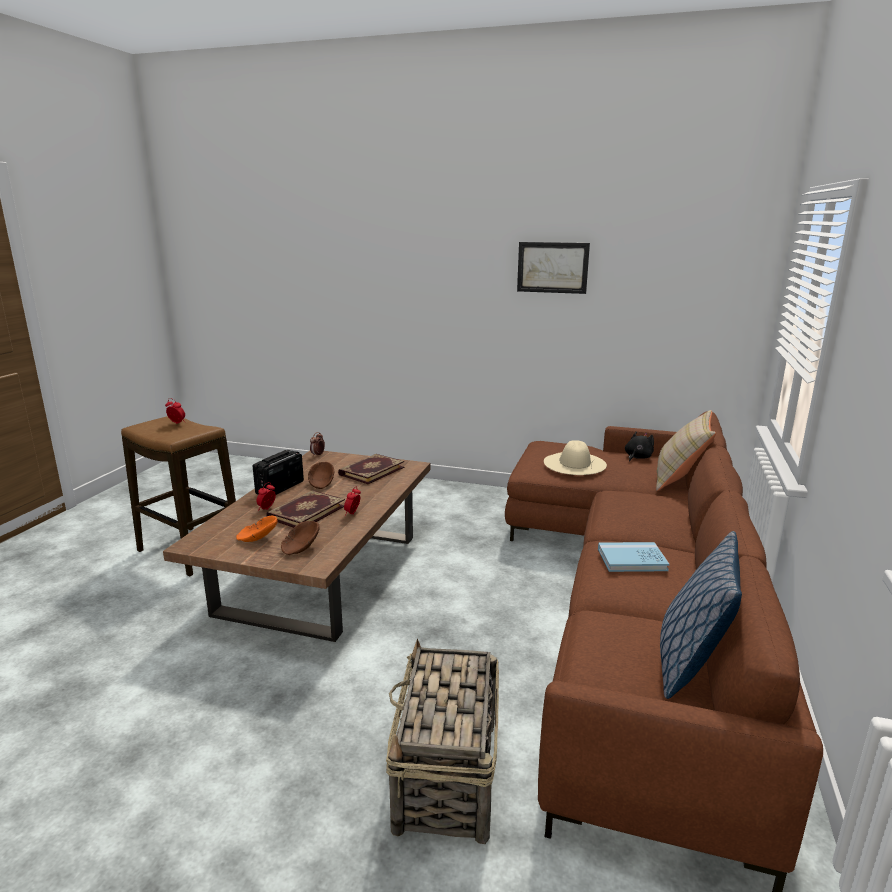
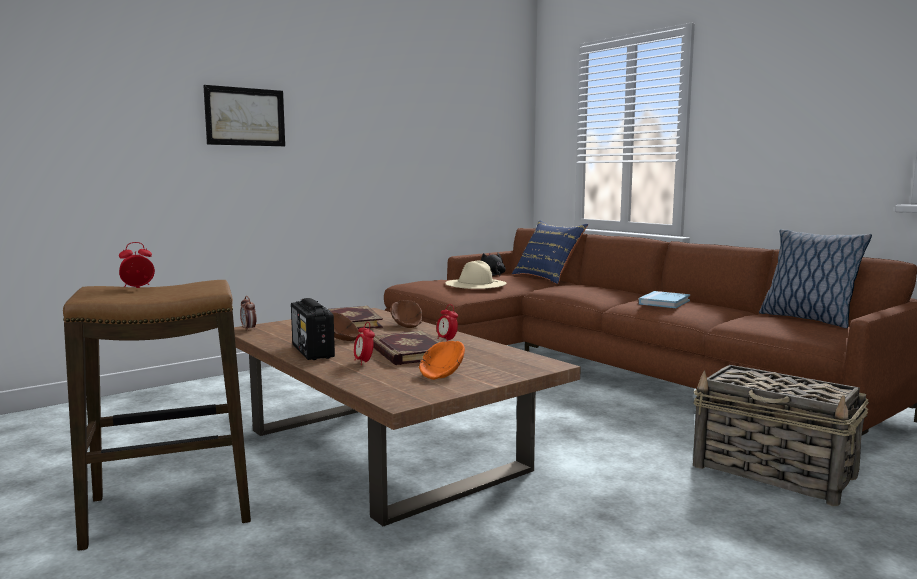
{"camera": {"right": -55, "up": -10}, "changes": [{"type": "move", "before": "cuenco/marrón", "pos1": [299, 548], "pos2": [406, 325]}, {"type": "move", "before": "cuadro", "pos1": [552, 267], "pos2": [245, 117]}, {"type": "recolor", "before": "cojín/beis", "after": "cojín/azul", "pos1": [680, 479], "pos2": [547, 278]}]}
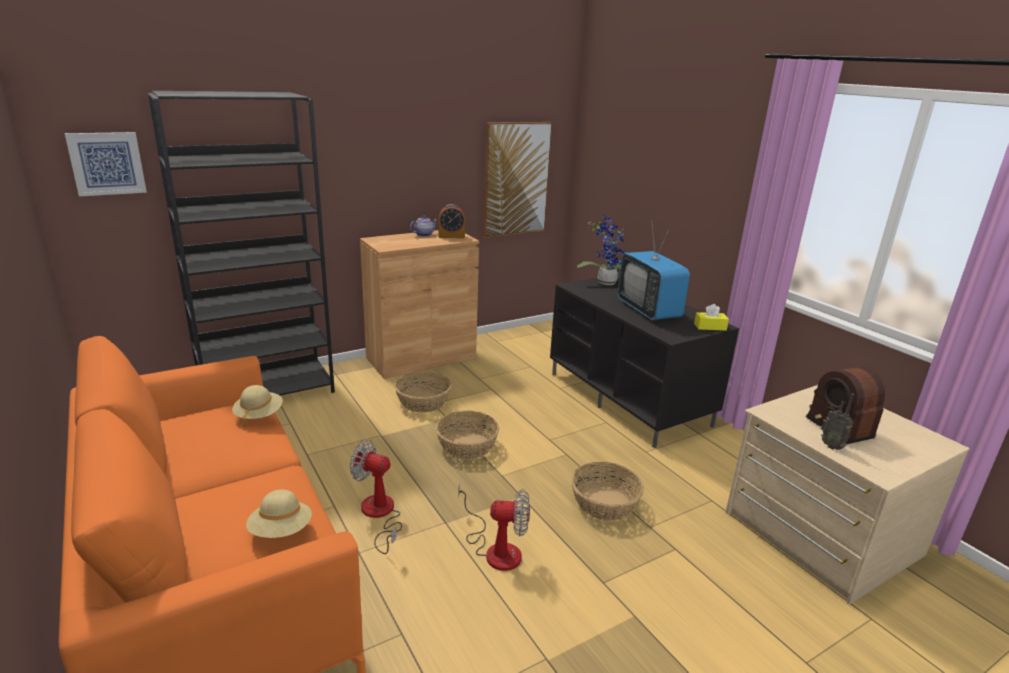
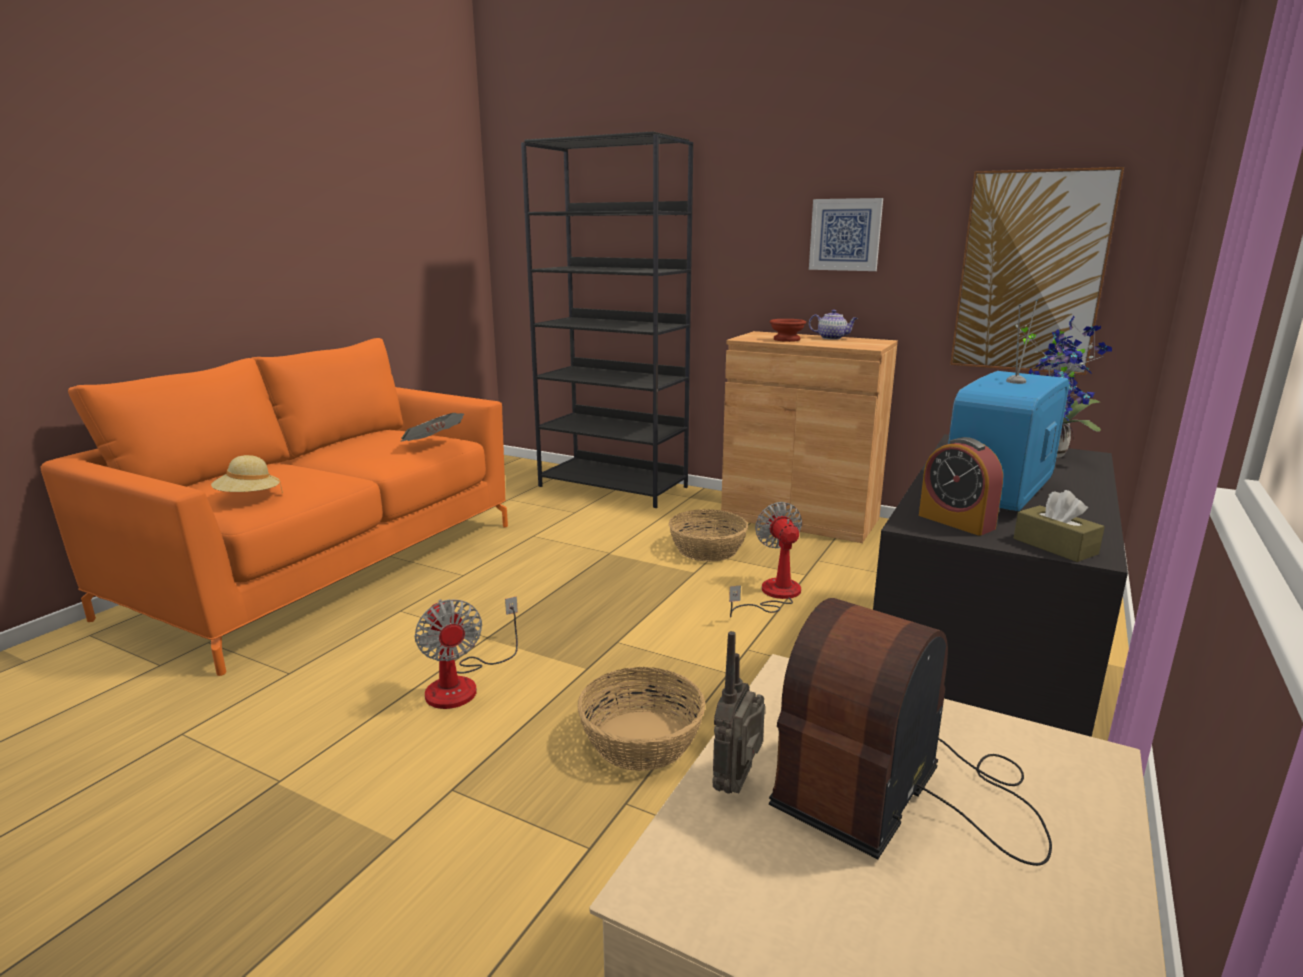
{"camera": {"right": 60, "up": -5}, "changes": [{"type": "move", "before": "cuadro", "pos1": [107, 163], "pos2": [845, 235]}, {"type": "replace", "before": "sombrero/beis", "after": "periódico", "pos1": [258, 415], "pos2": [433, 444]}, {"type": "move", "before": "ventilador", "pos1": [379, 515], "pos2": [773, 595]}, {"type": "delete", "before": "cesta", "pos1": [467, 446]}, {"type": "move", "before": "despertador", "pos1": [451, 236], "pos2": [956, 522]}, {"type": "recolor", "before": "caja de pañuelos/amarillo", "after": "caja de pañuelos/marrón", "pos1": [710, 327], "pos2": [1055, 546]}, {"type": "insert", "after": "cuenco/marrón", "pos2": [786, 339]}]}
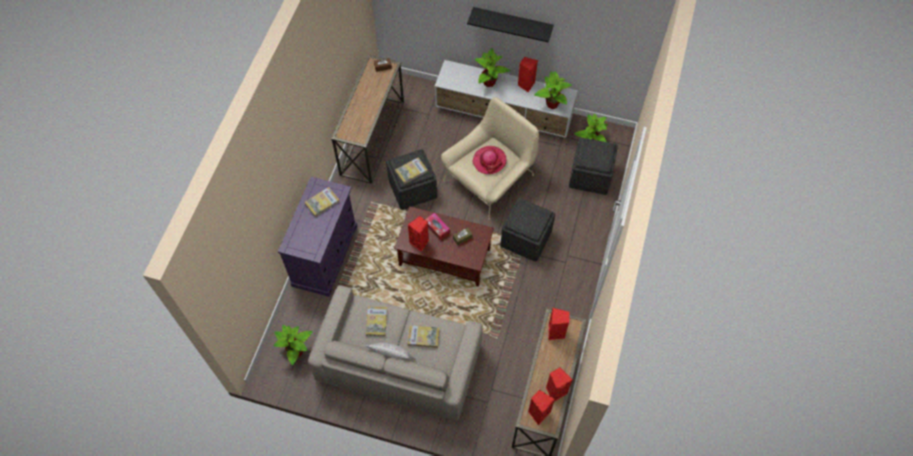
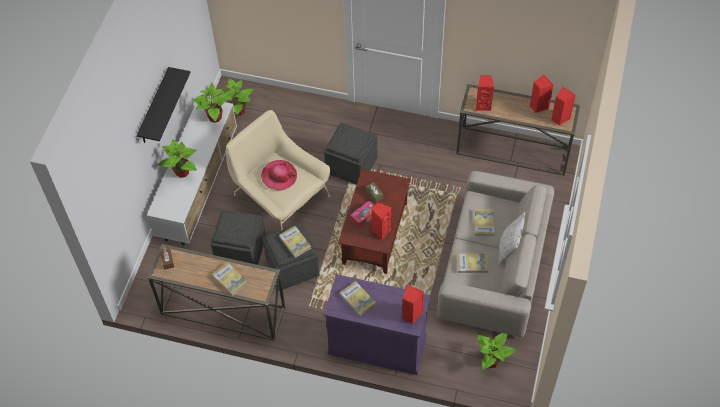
{"camera": {"right": -90, "up": -5}, "changes": [{"type": "move", "before": "altavoz/rojo", "pos1": [526, 84], "pos2": [411, 314]}, {"type": "move", "before": "puf/gris", "pos1": [590, 176], "pos2": [241, 250]}, {"type": "insert", "after": "libro", "pos2": [230, 280]}]}
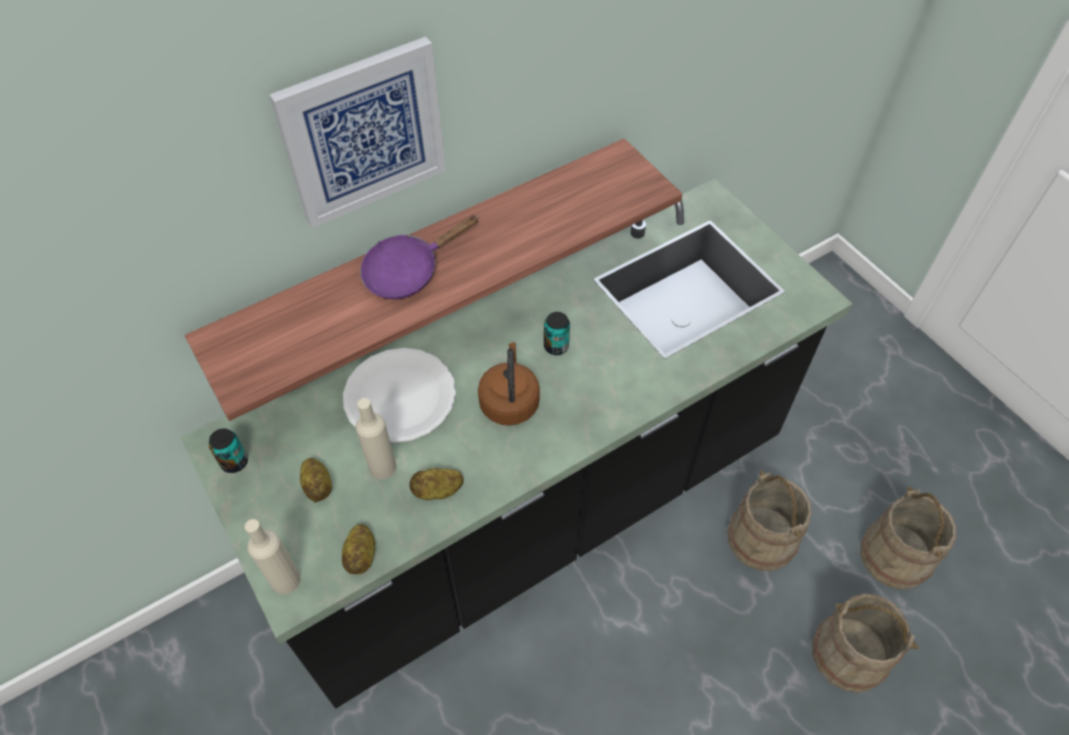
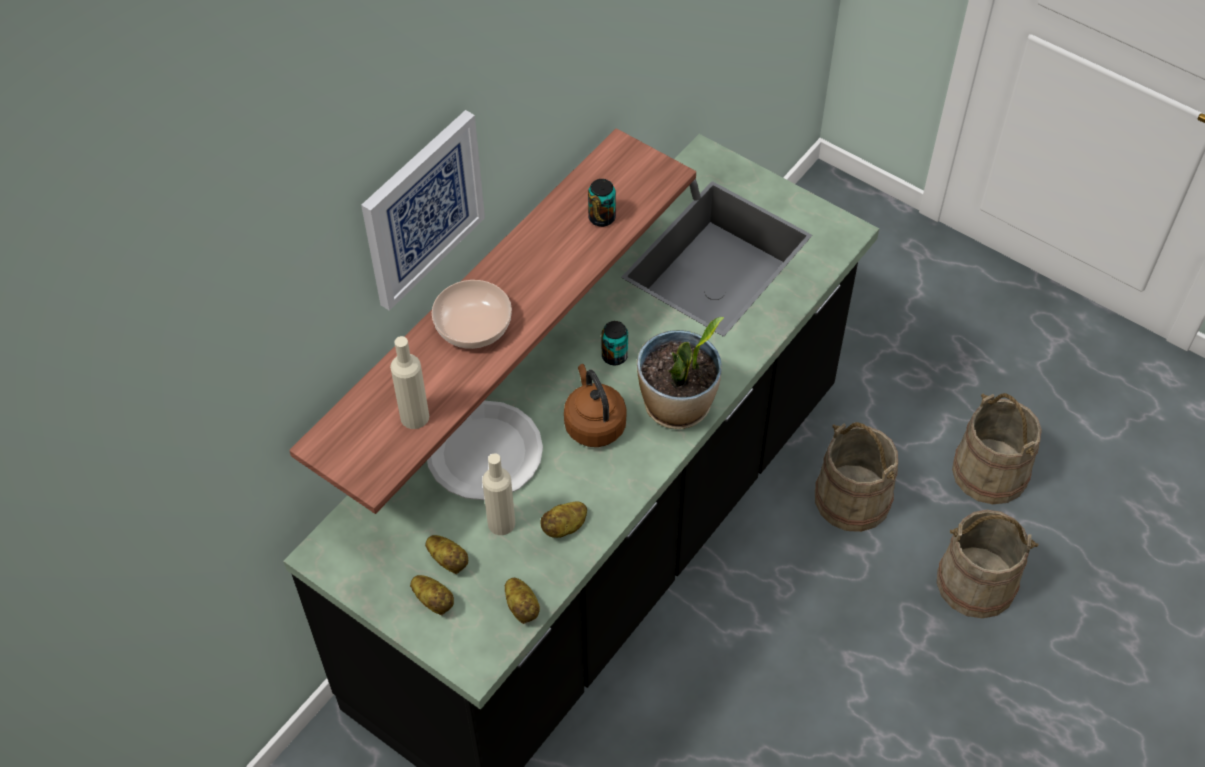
{"camera": {"right": -20, "up": 0}, "changes": [{"type": "move", "before": "lata", "pos1": [234, 462], "pos2": [602, 218]}, {"type": "move", "before": "botella/beis", "pos1": [285, 580], "pos2": [414, 417]}, {"type": "replace", "before": "sartén/morado", "after": "cuenco", "pos1": [408, 271], "pos2": [472, 324]}, {"type": "insert", "after": "patata", "pos2": [434, 600]}, {"type": "insert", "after": "planta en maceta", "pos2": [677, 406]}]}
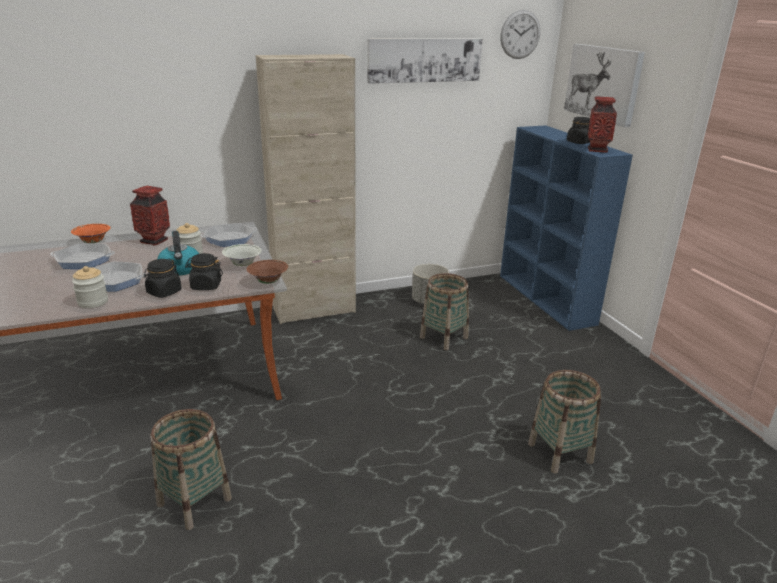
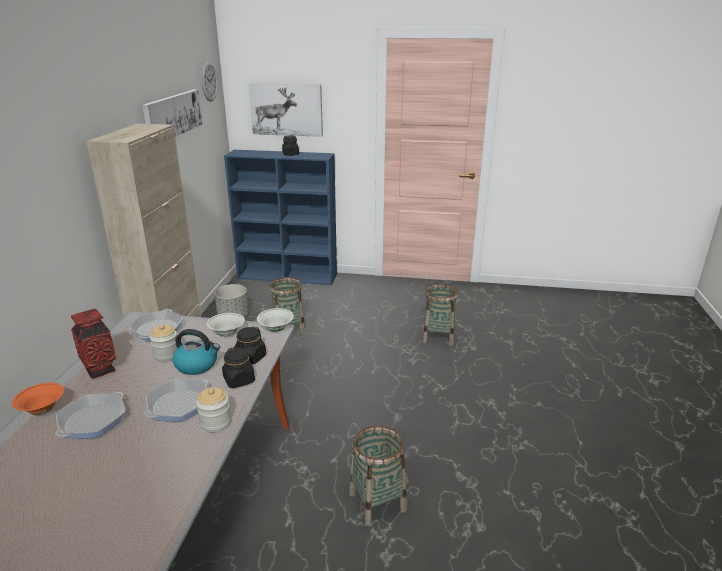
{"camera": {"right": -60, "up": 0}, "changes": [{"type": "recolor", "before": "cuenco/marrón", "after": "cuenco/blanco", "pos1": [268, 282], "pos2": [276, 329]}, {"type": "delete", "before": "florero", "pos1": [597, 150]}]}
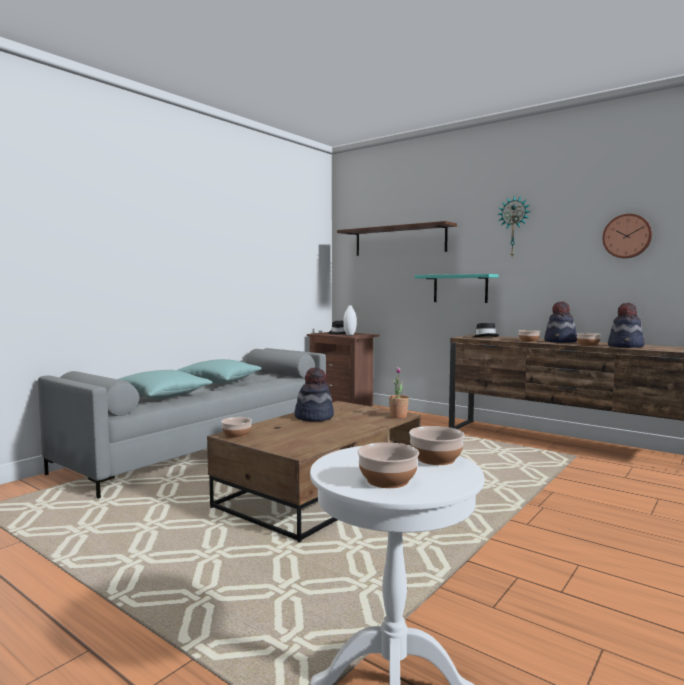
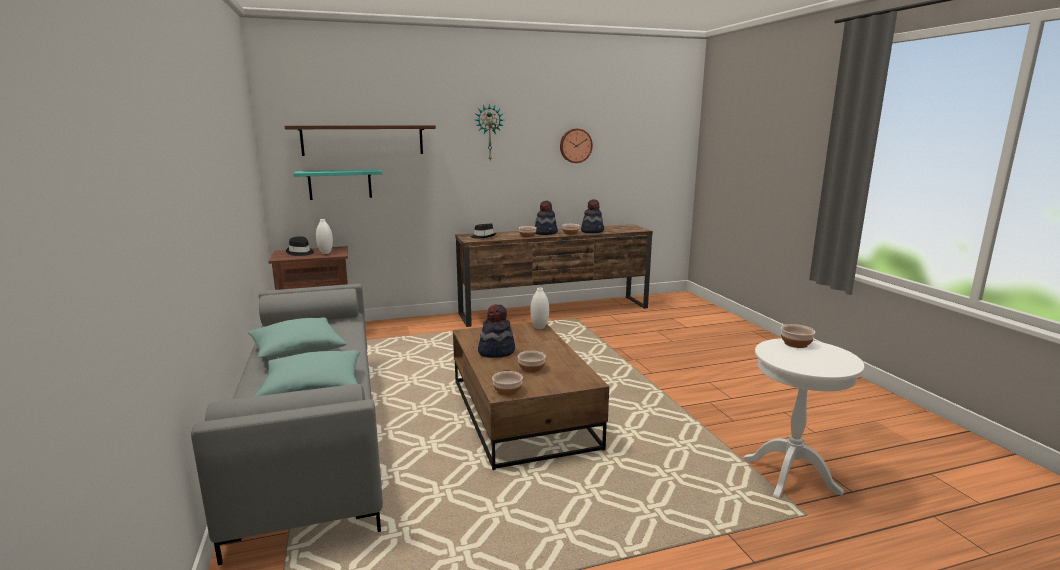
{"camera": {"right": -55, "up": 10}, "changes": [{"type": "move", "before": "cuenco", "pos1": [388, 480], "pos2": [532, 368]}, {"type": "replace", "before": "planta en maceta", "after": "florero/blanco", "pos1": [398, 416], "pos2": [539, 327]}, {"type": "move", "before": "estante/turquesa", "pos1": [460, 288], "pos2": [340, 184]}]}
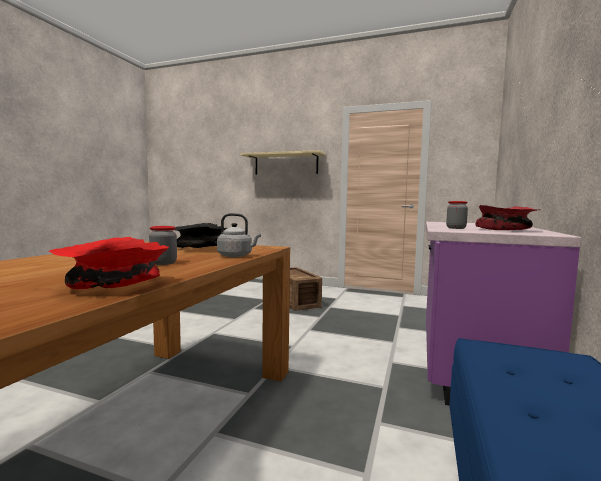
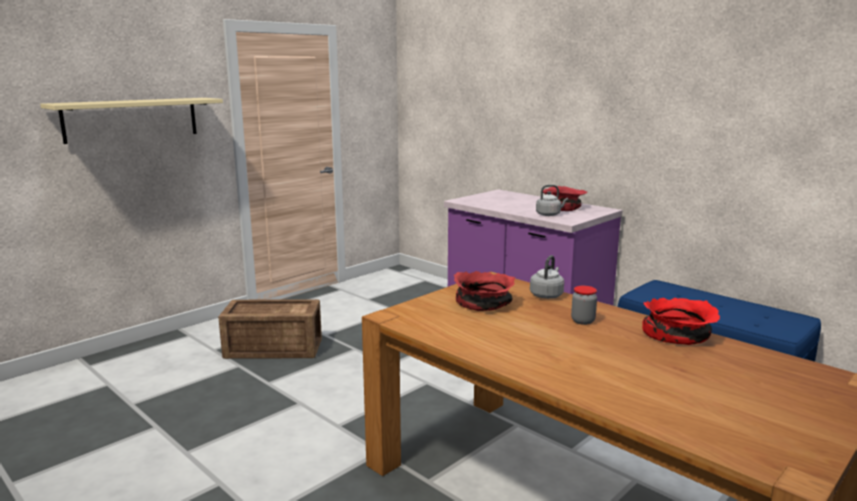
{"camera": {"right": -65, "up": 10}, "changes": [{"type": "recolor", "before": "cuenco/negro", "after": "cuenco/rojo", "pos1": [198, 248], "pos2": [484, 304]}, {"type": "replace", "before": "tarro", "after": "hervidor/gris", "pos1": [456, 228], "pos2": [549, 214]}]}
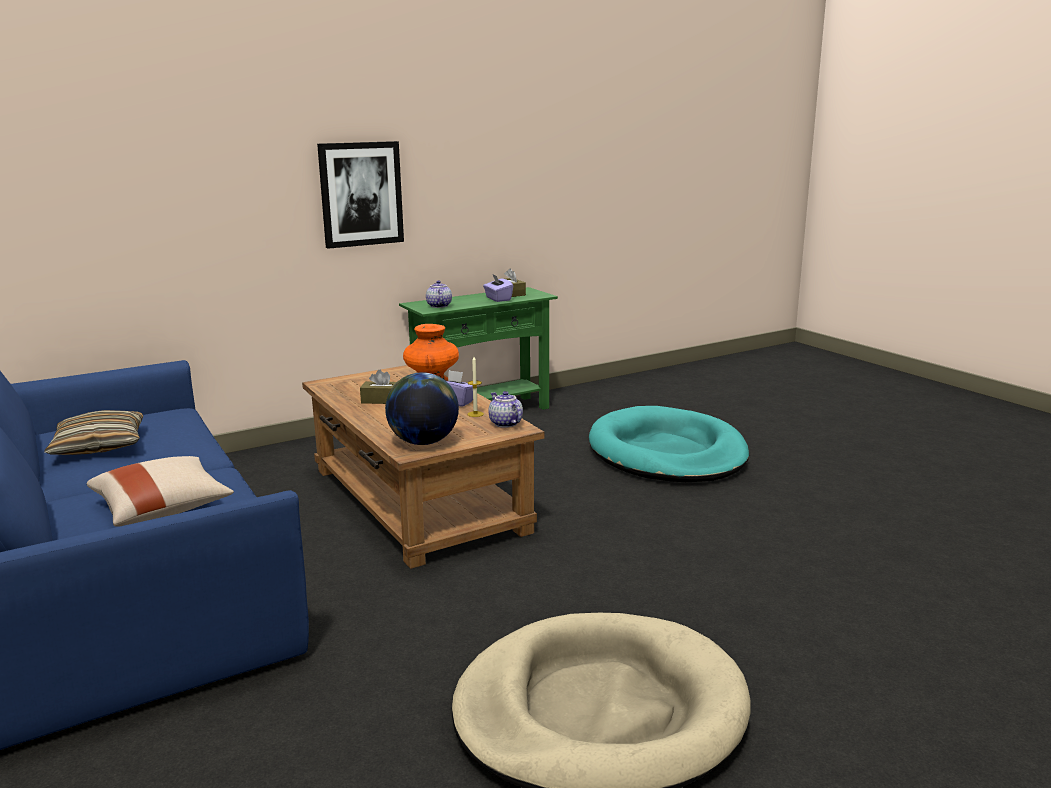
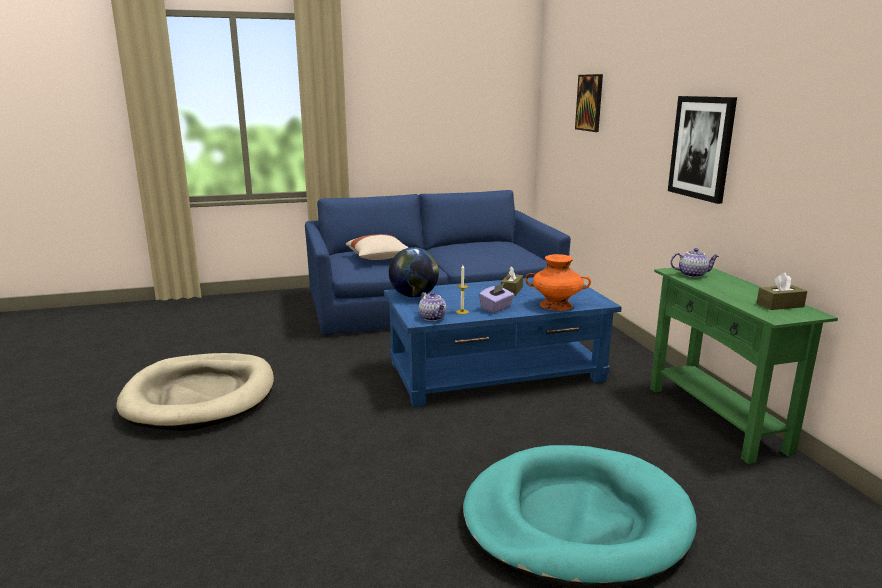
{"camera": {"right": 105, "up": 0}, "changes": [{"type": "delete", "before": "cojín", "pos1": [99, 445]}, {"type": "recolor", "before": "mesa de centro/marrón", "after": "mesa de centro/azul", "pos1": [417, 499], "pos2": [496, 372]}, {"type": "delete", "before": "caja de pañuelos/morado", "pos1": [498, 299]}, {"type": "rotate", "before": "tetera", "pos1": [504, 423], "pos2": [433, 318], "turn": 75}, {"type": "insert", "after": "cuadro", "pos2": [589, 102]}]}
